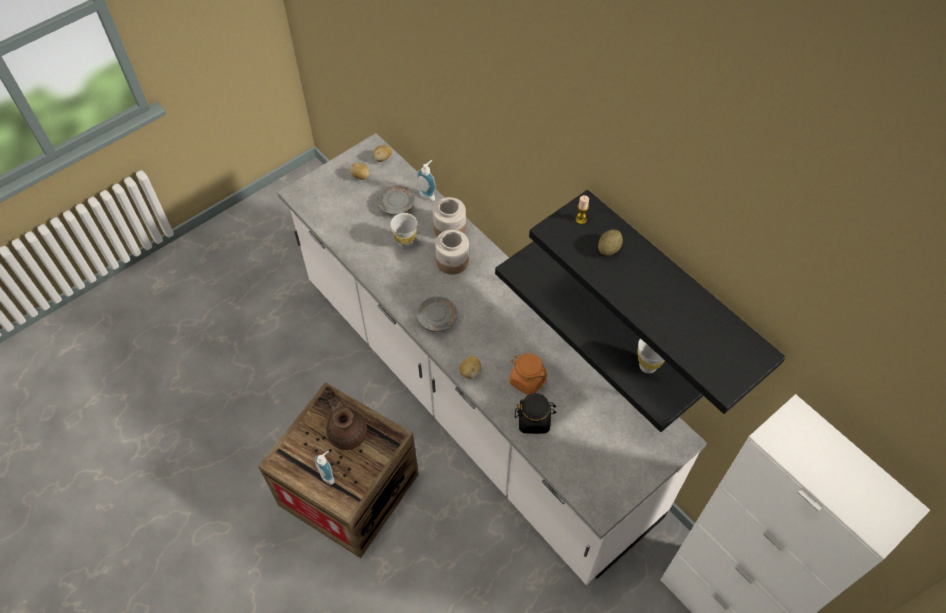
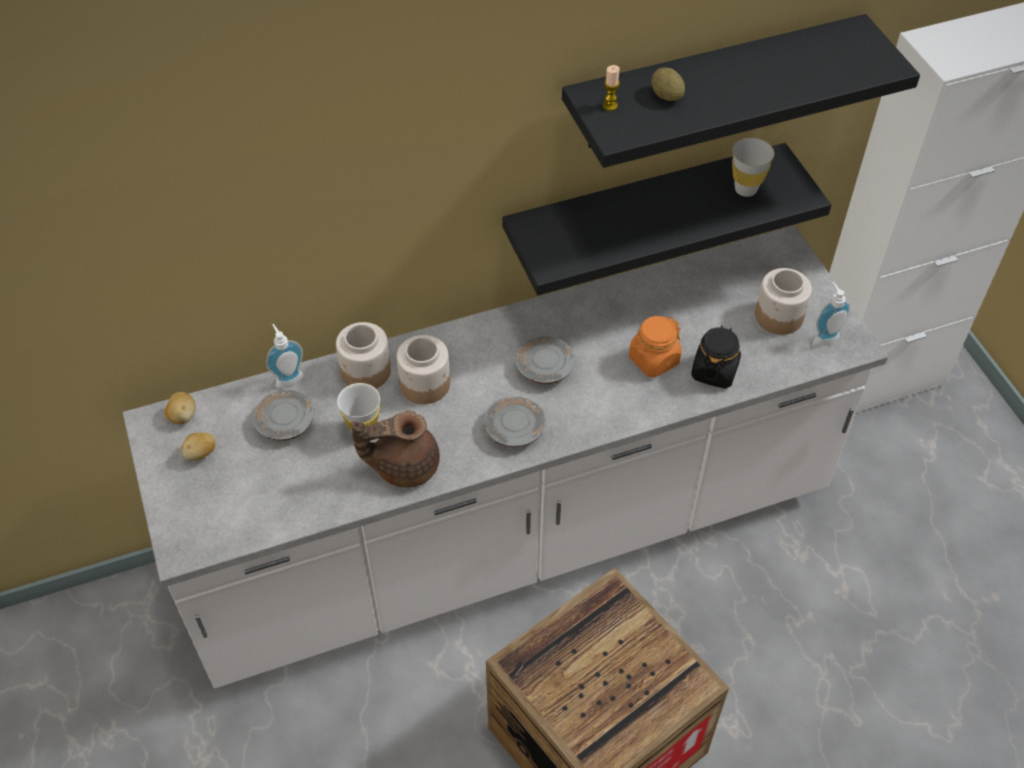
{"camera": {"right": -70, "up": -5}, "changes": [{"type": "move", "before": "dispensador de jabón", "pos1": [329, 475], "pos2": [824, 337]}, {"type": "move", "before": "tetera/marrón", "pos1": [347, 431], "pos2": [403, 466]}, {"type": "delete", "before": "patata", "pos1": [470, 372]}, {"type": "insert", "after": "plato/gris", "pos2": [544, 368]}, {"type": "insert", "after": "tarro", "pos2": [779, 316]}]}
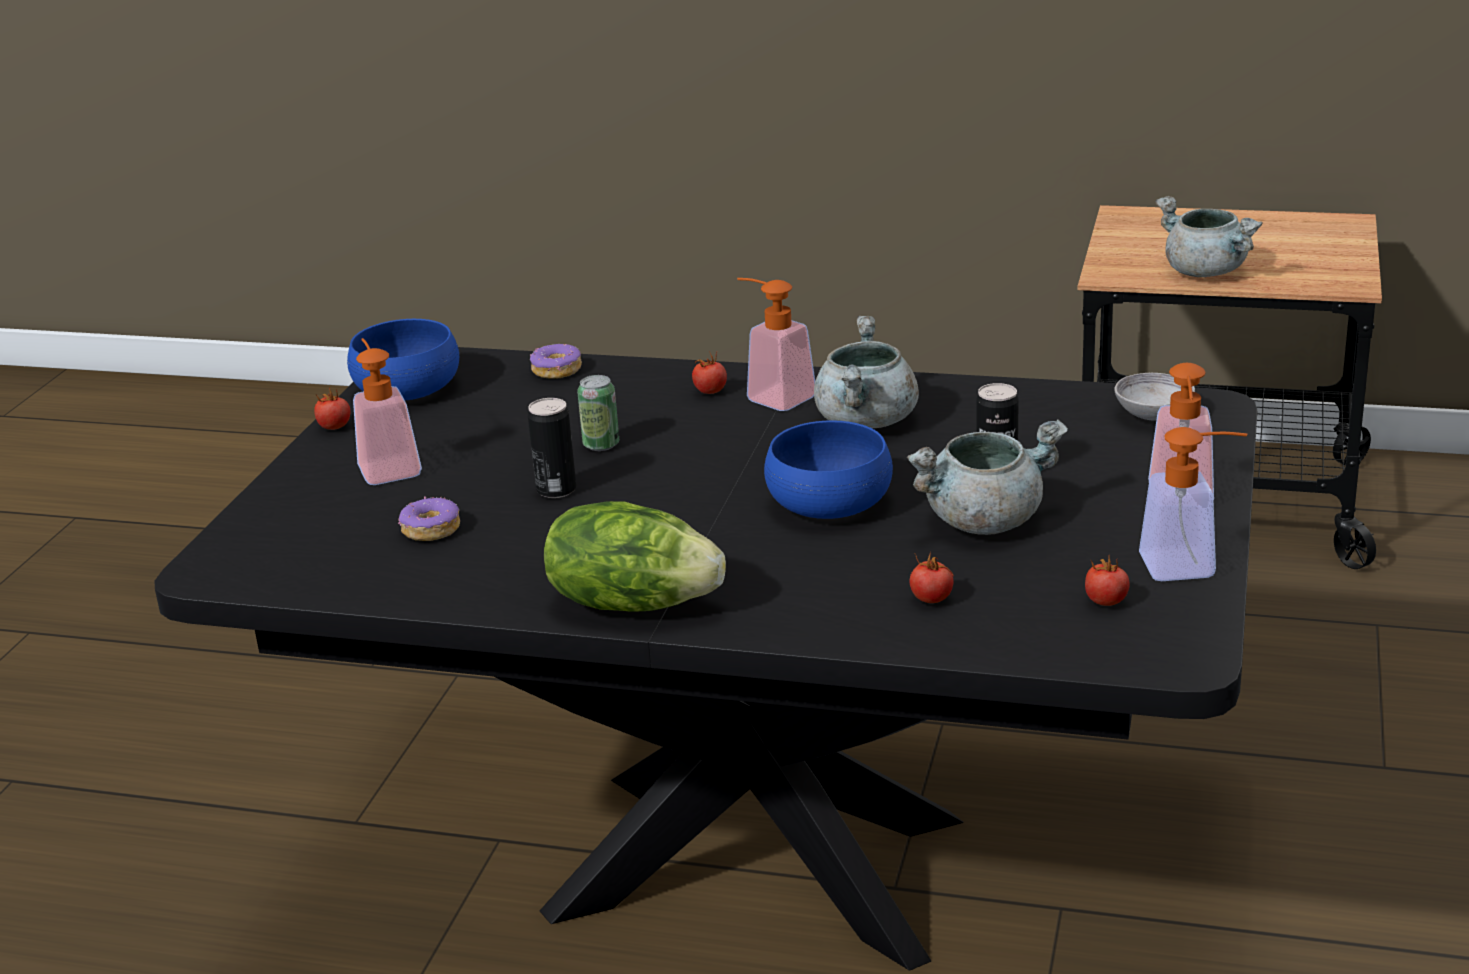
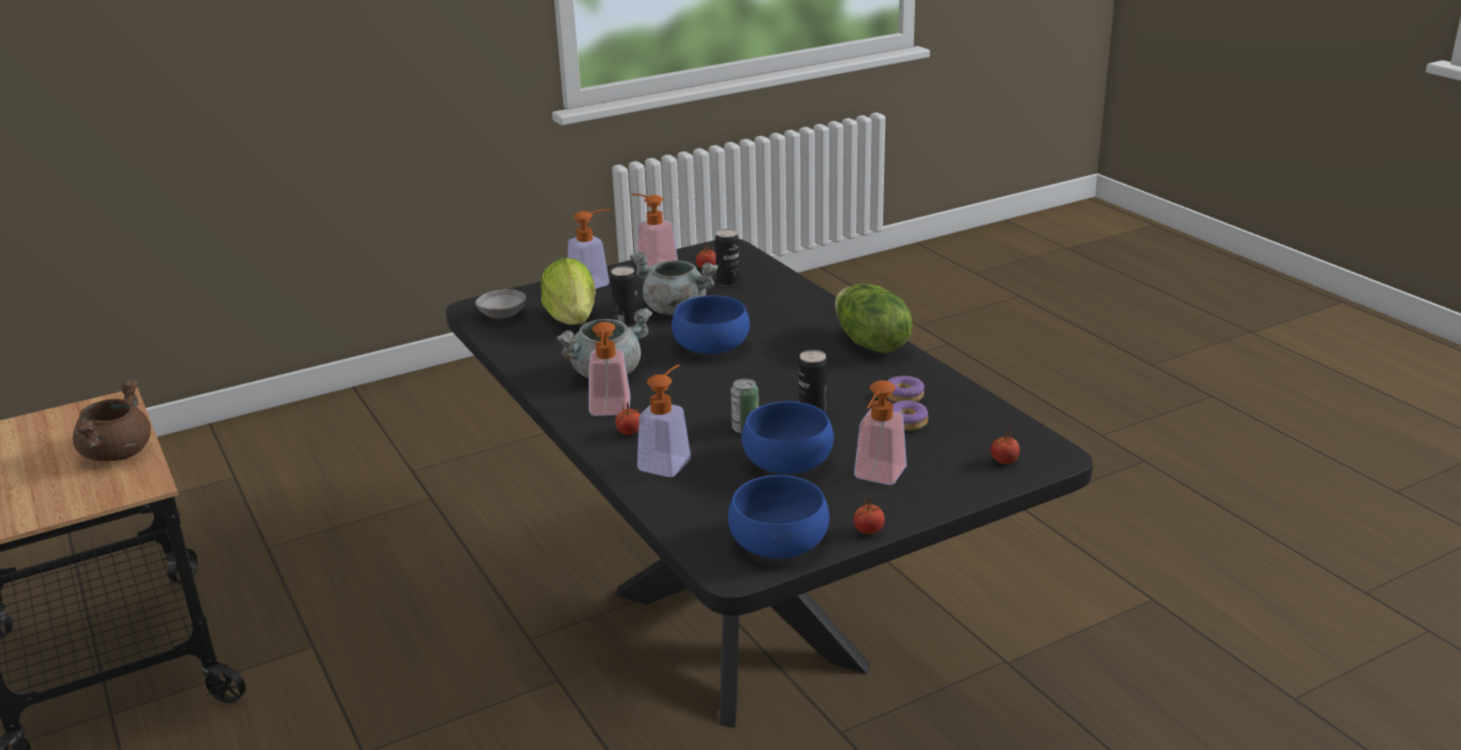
{"camera": {"right": -135, "up": 0}, "changes": [{"type": "move", "before": "rosquilla", "pos1": [556, 370], "pos2": [904, 396]}, {"type": "move", "before": "tomate", "pos1": [932, 599], "pos2": [1004, 461]}, {"type": "recolor", "before": "olla/gris", "after": "olla/marrón", "pos1": [1206, 272], "pos2": [117, 453]}, {"type": "insert", "after": "lechuga", "pos2": [573, 319]}, {"type": "insert", "after": "dispensador de jabón", "pos2": [668, 461]}, {"type": "insert", "after": "lata", "pos2": [728, 282]}, {"type": "insert", "after": "cuenco/azul", "pos2": [787, 461]}]}
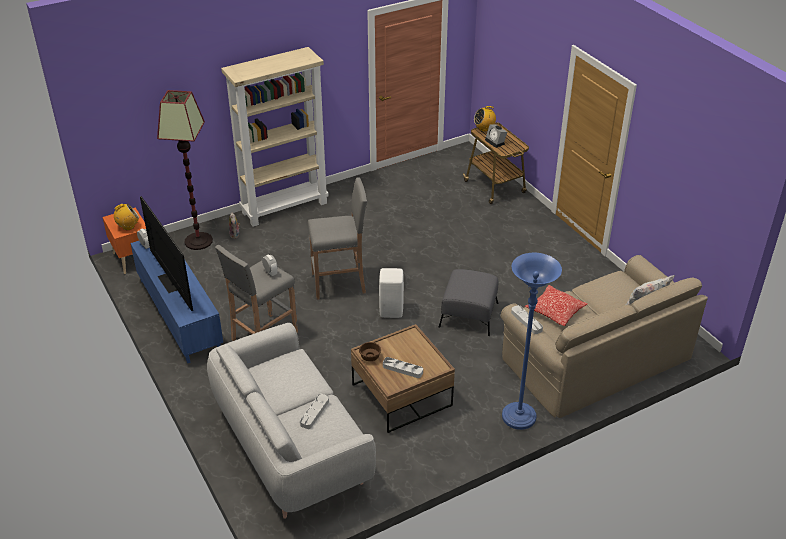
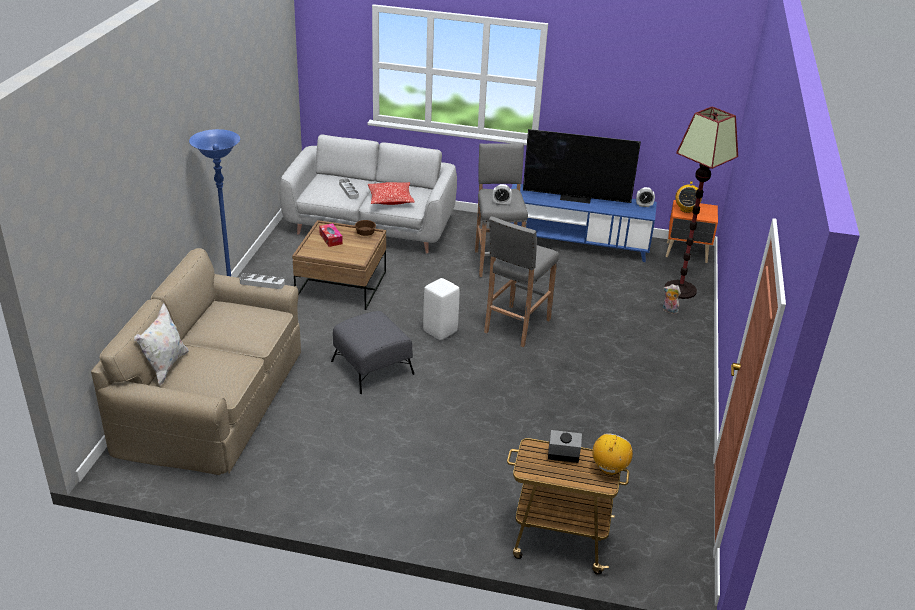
{"camera": {"right": 130, "up": -5}, "changes": [{"type": "delete", "before": "estantería/beis", "pos1": [285, 207]}, {"type": "replace", "before": "bandeja/gris", "after": "caja de pañuelos", "pos1": [402, 369], "pos2": [331, 239]}, {"type": "move", "before": "cojín", "pos1": [555, 311], "pos2": [390, 200]}]}
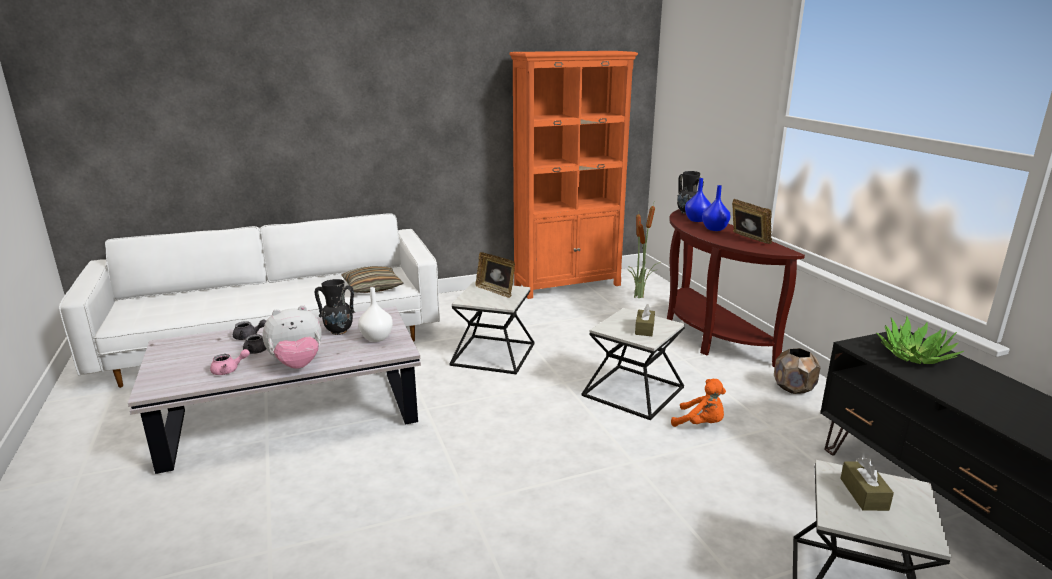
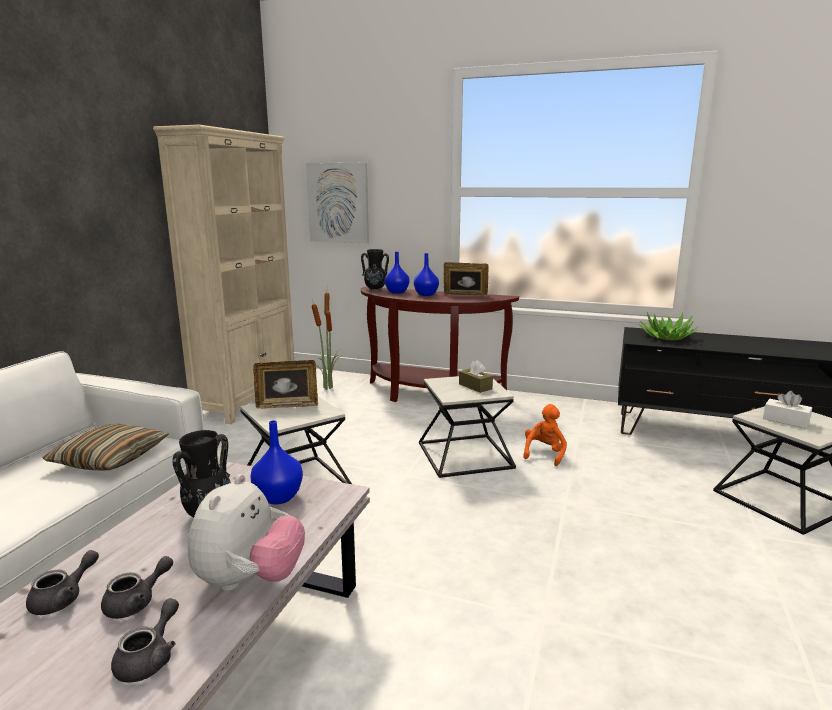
{"camera": {"right": -50, "up": -5}, "changes": [{"type": "recolor", "before": "tetera/rosa", "after": "tetera/gris", "pos1": [229, 370], "pos2": [150, 658]}, {"type": "recolor", "before": "florero/blanco", "after": "florero/azul", "pos1": [377, 338], "pos2": [279, 497]}, {"type": "recolor", "before": "estantería/naranja", "after": "estantería/beis", "pos1": [568, 285], "pos2": [248, 399]}, {"type": "rotate", "before": "peluche/naranja", "pos1": [700, 424], "pos2": [544, 454], "turn": -45}, {"type": "delete", "before": "maceta/marrón", "pos1": [794, 389]}, {"type": "recolor", "before": "caja de pañuelos/marrón", "after": "caja de pañuelos/blanco", "pos1": [864, 494], "pos2": [785, 420]}, {"type": "insert", "after": "cuadro", "pos2": [338, 203]}]}
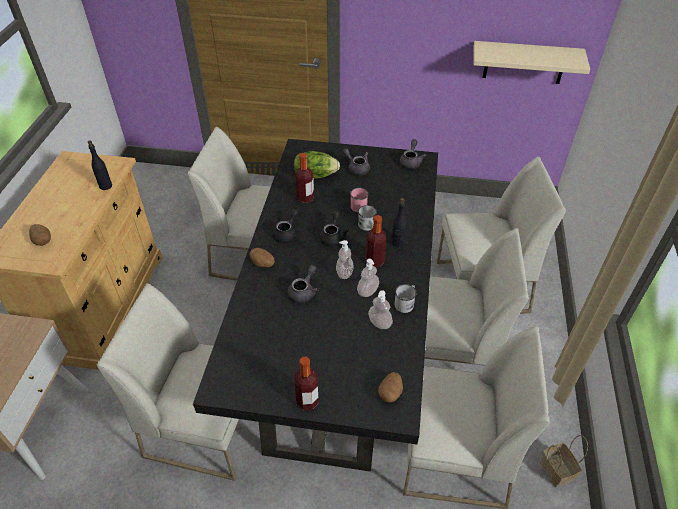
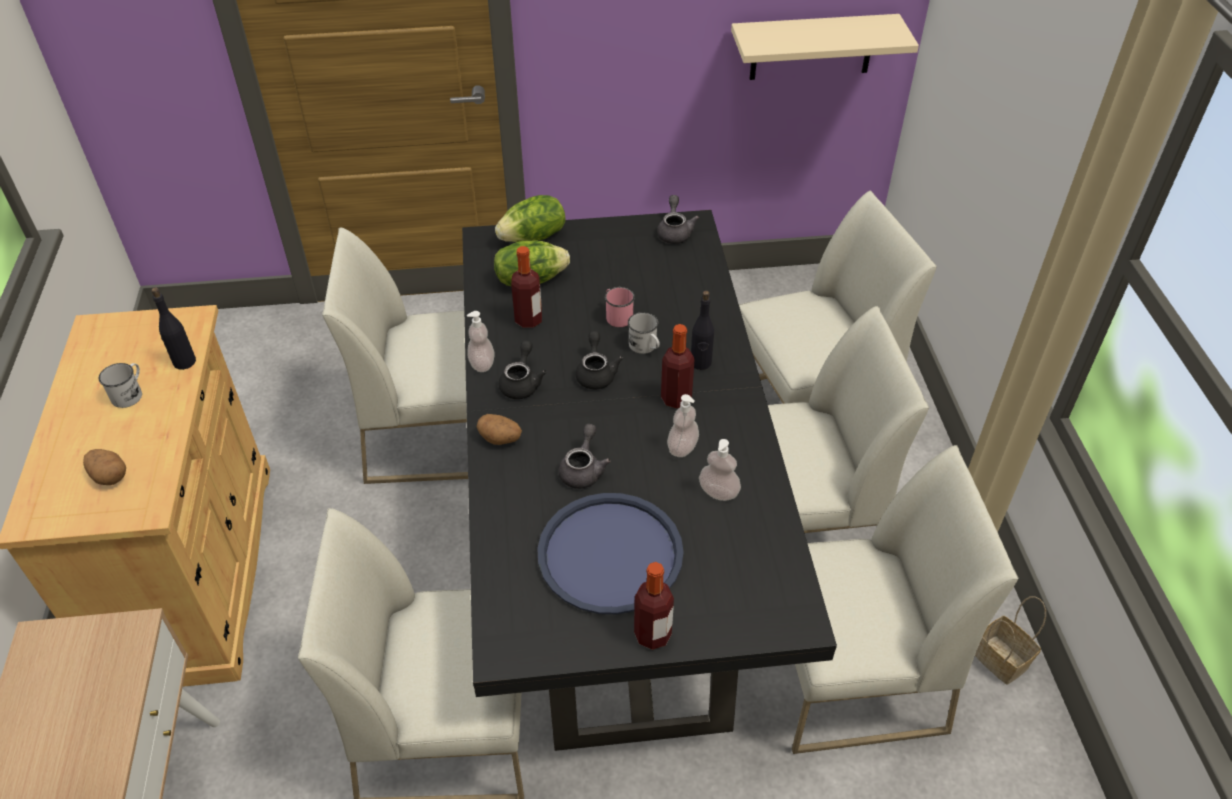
{"camera": {"right": -15, "up": 0}, "changes": [{"type": "move", "before": "dispensador de jabón", "pos1": [344, 273], "pos2": [482, 364]}, {"type": "delete", "before": "tetera/gris", "pos1": [357, 168]}, {"type": "delete", "before": "patata", "pos1": [390, 392]}, {"type": "move", "before": "taza grande/blanco", "pos1": [405, 303], "pos2": [130, 393]}, {"type": "insert", "after": "lechuga", "pos2": [533, 237]}, {"type": "insert", "after": "bandeja/azul", "pos2": [610, 554]}]}
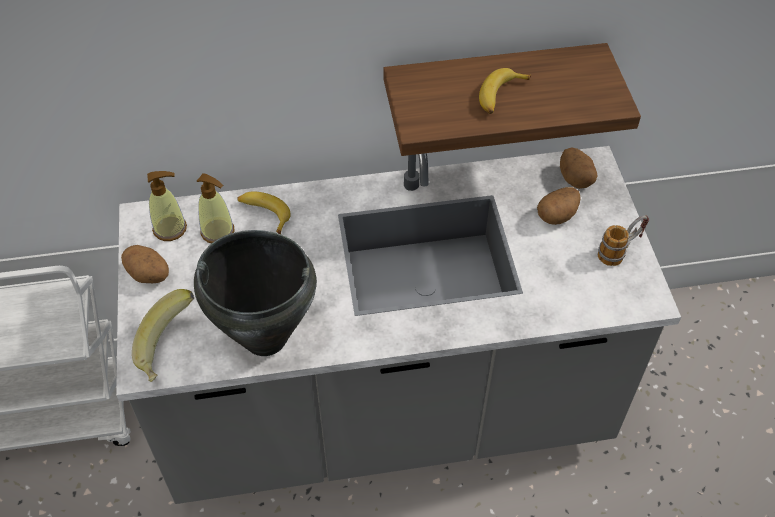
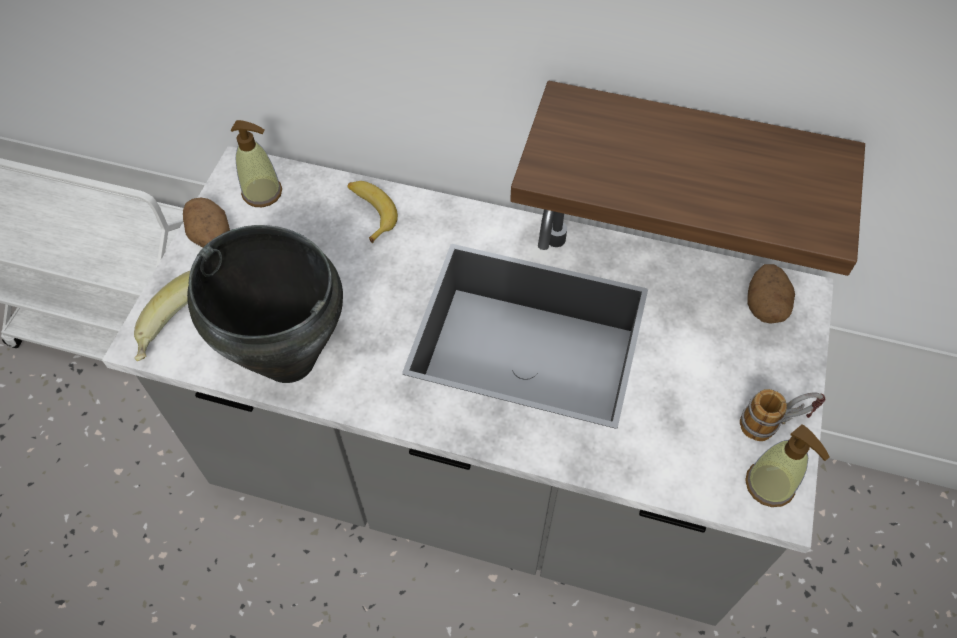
{"camera": {"right": 25, "up": 5}, "changes": [{"type": "move", "before": "dispensador de jabón", "pos1": [218, 231], "pos2": [770, 485]}, {"type": "delete", "before": "plátano", "pos1": [500, 96]}, {"type": "delete", "before": "patata", "pos1": [557, 215]}]}
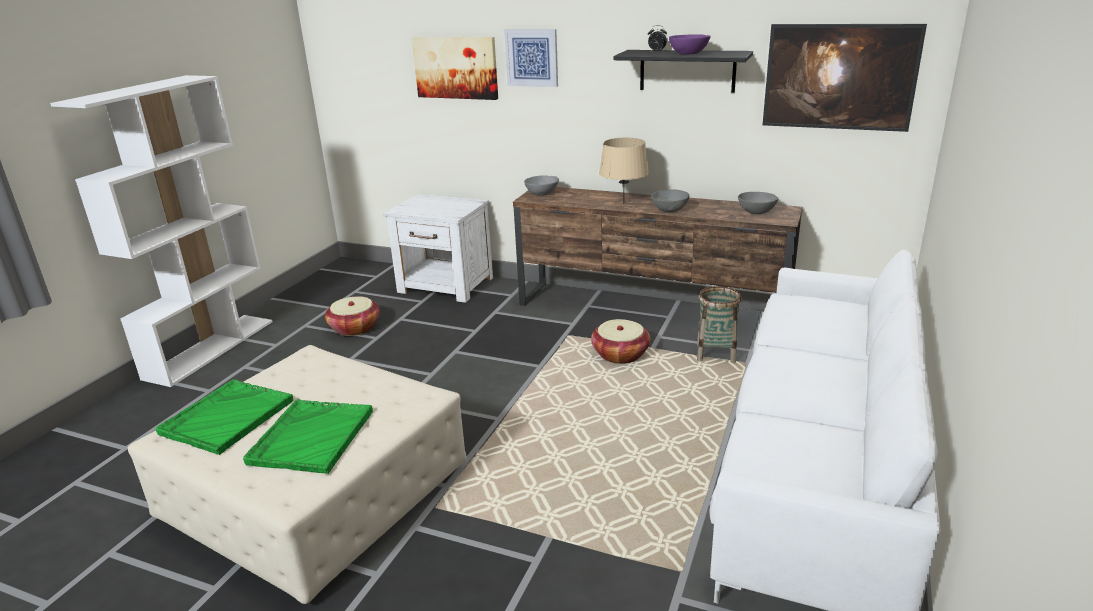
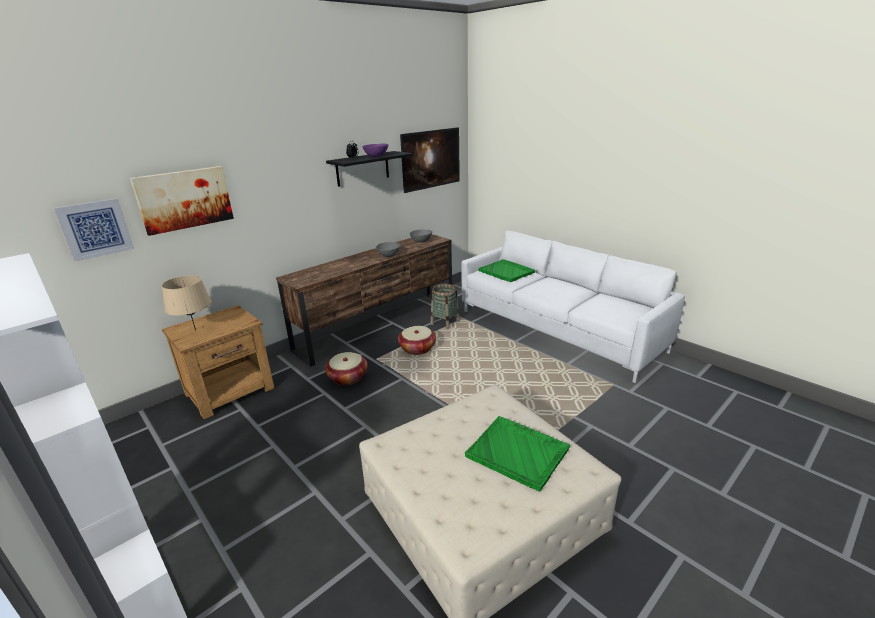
{"camera": {"right": -65, "up": 0}, "changes": [{"type": "move", "before": "bandeja/verde", "pos1": [226, 418], "pos2": [506, 272]}, {"type": "move", "before": "cesta", "pos1": [355, 328], "pos2": [347, 377]}, {"type": "recolor", "before": "mesita de noche/blanco", "after": "mesita de noche/marrón", "pos1": [446, 286], "pos2": [231, 391]}, {"type": "move", "before": "cuadro", "pos1": [532, 57], "pos2": [95, 229]}, {"type": "delete", "before": "cuenco/gris", "pos1": [542, 193]}, {"type": "move", "before": "lámpara de mesa/beis", "pos1": [623, 204], "pos2": [195, 330]}]}
